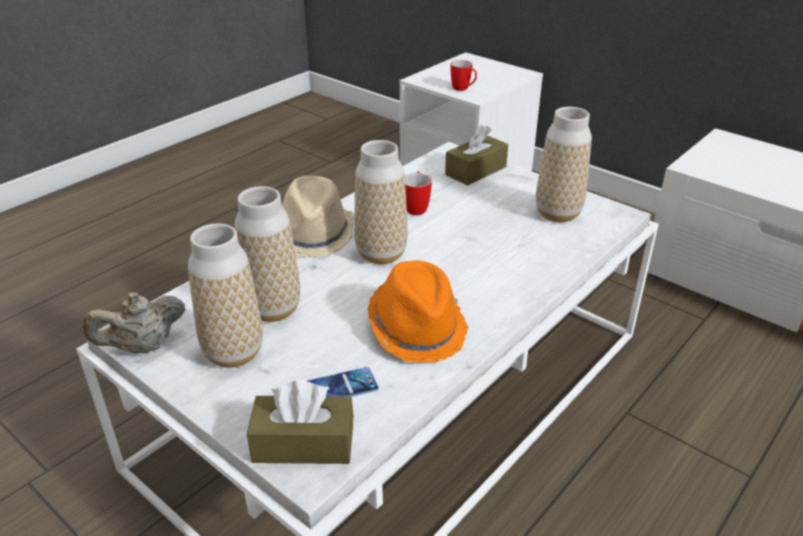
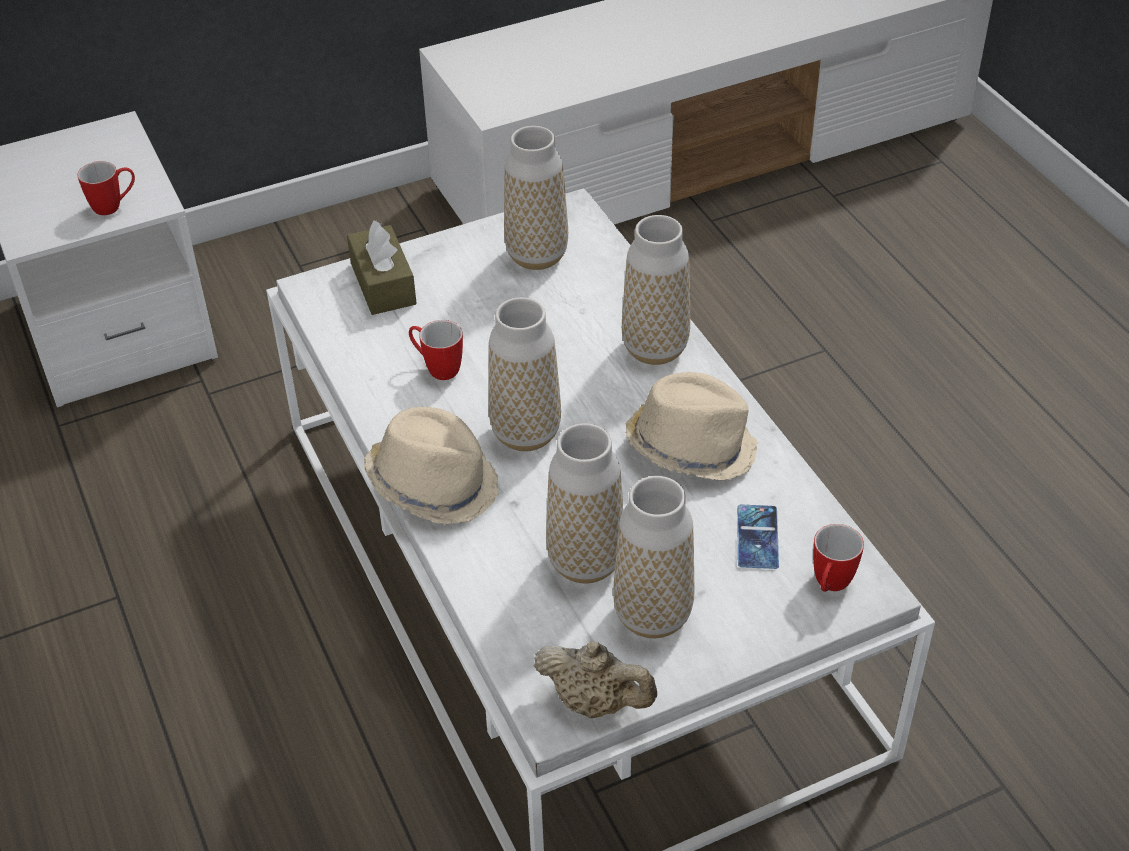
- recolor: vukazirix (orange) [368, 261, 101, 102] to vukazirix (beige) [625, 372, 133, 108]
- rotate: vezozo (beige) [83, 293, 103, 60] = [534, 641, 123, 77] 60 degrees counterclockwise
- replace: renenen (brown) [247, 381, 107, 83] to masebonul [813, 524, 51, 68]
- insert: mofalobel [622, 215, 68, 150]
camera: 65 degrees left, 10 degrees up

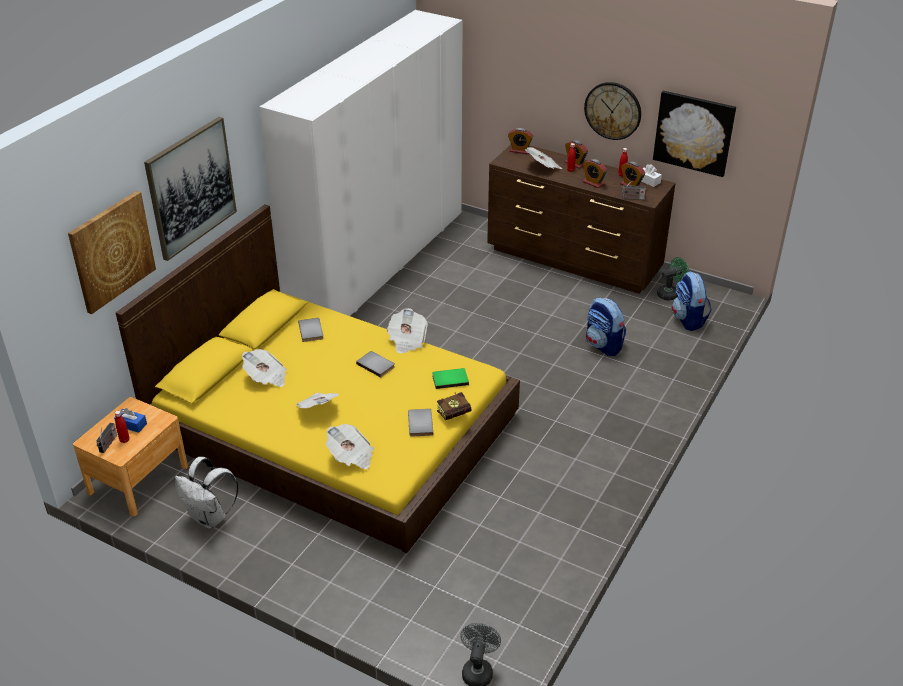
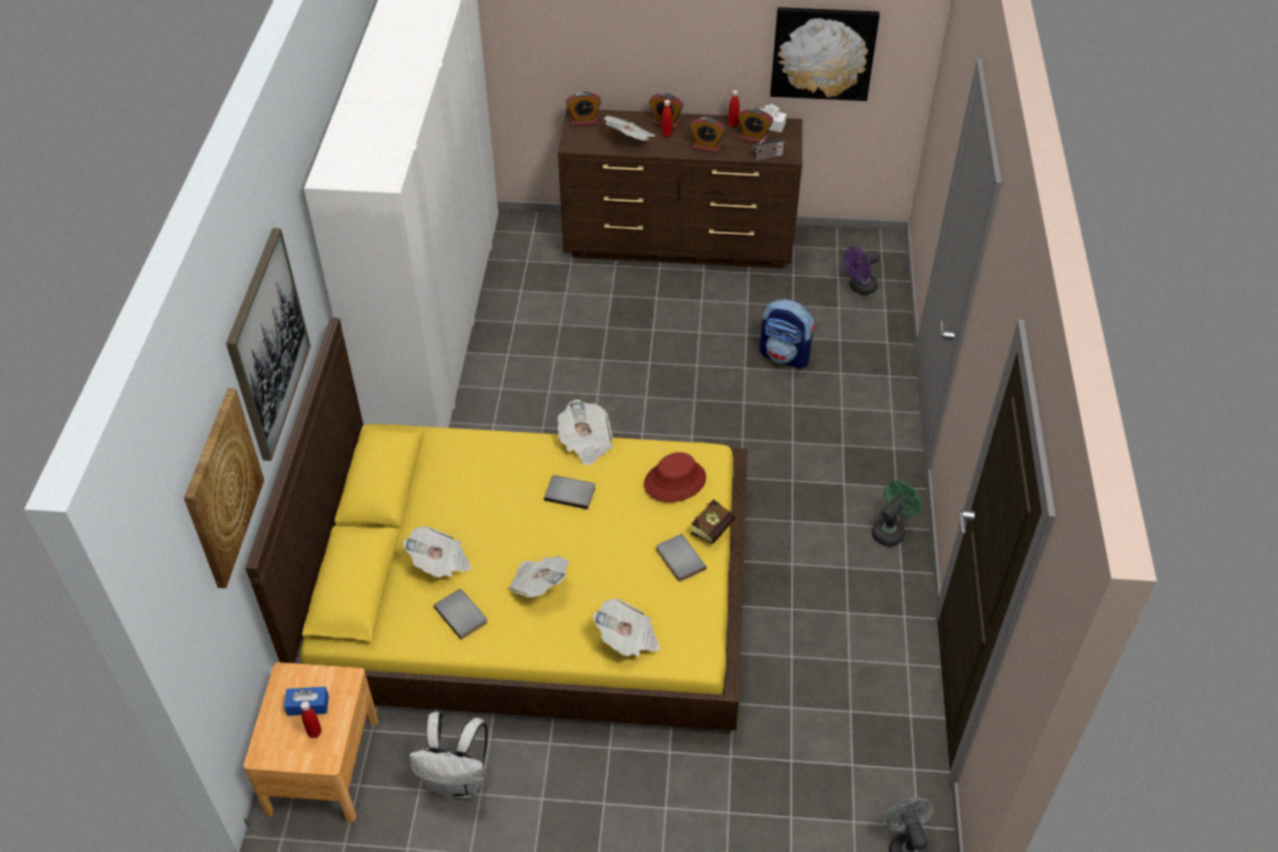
- delete: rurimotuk [584, 82, 57, 58]
- move: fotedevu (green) [657, 257, 32, 44] to [872, 480, 50, 67]
- replace: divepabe [672, 271, 40, 60] to fotedevu (purple) [844, 247, 35, 48]
- move: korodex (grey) [298, 318, 25, 24] to [434, 589, 53, 51]
- replace: korodex (green) [432, 368, 37, 21] to vukazirix (red) [644, 452, 62, 50]
- delete: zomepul [96, 423, 21, 30]
camera: 25 degrees left, 10 degrees up

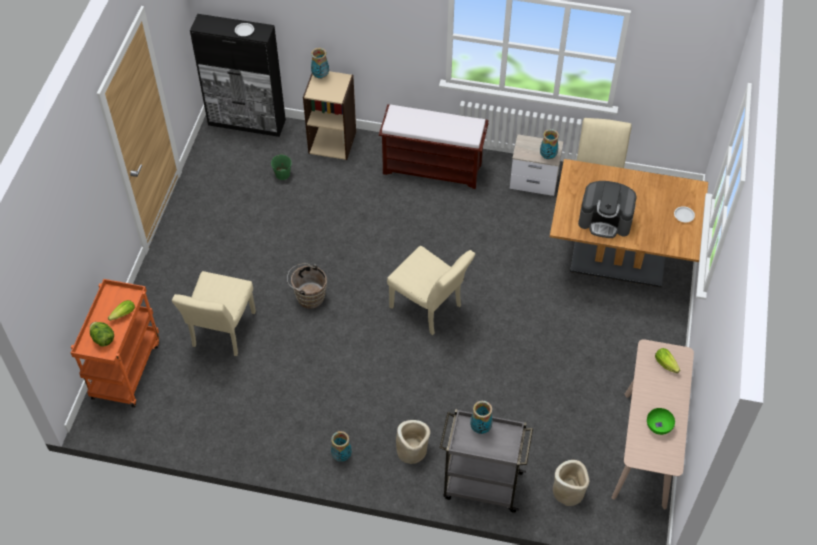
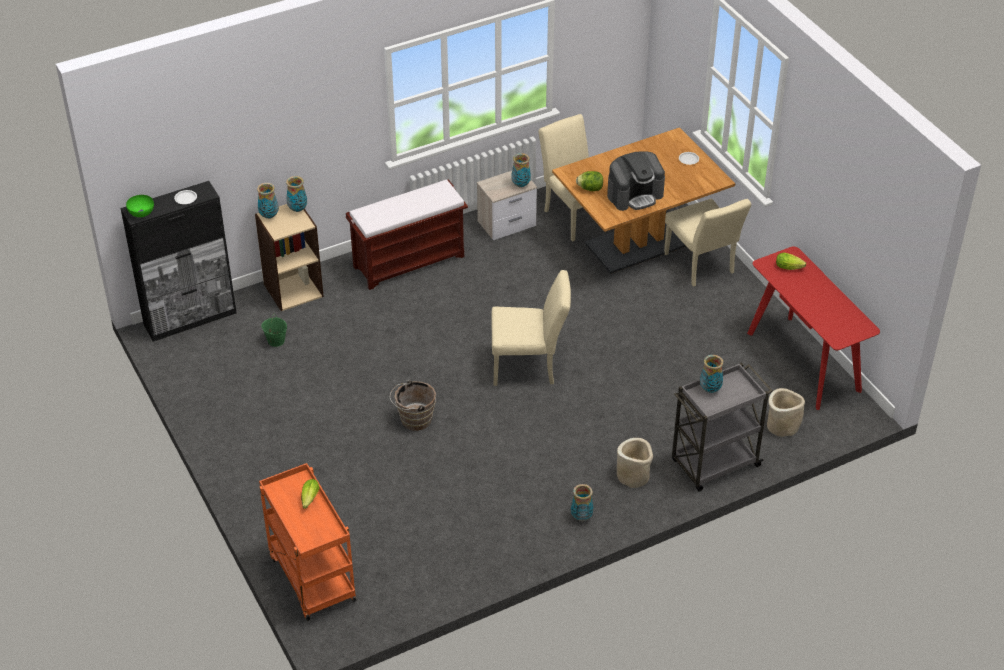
- move: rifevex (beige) [172, 271, 84, 85] to [664, 199, 87, 87]
- move: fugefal [90, 322, 24, 25] to [576, 171, 27, 20]
- recolor: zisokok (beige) [611, 339, 83, 171] to zisokok (red) [747, 246, 133, 164]
- move: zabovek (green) [647, 408, 28, 27] to [126, 195, 28, 22]
- insert: mofalobel [286, 176, 21, 36]
camera: 40 degrees left, 10 degrees down

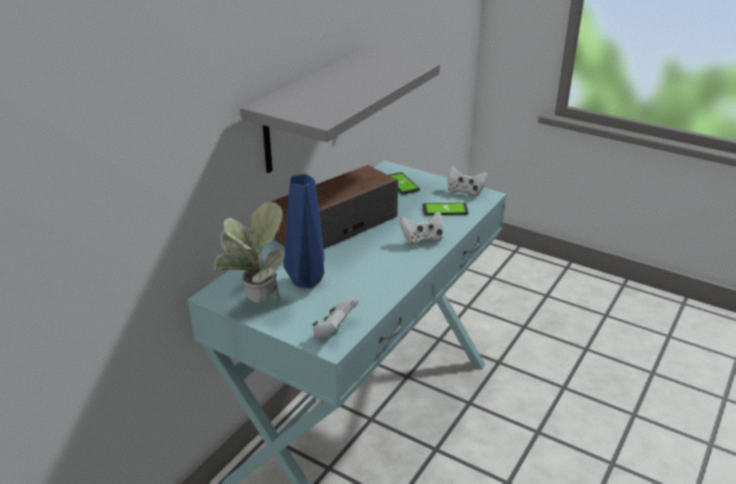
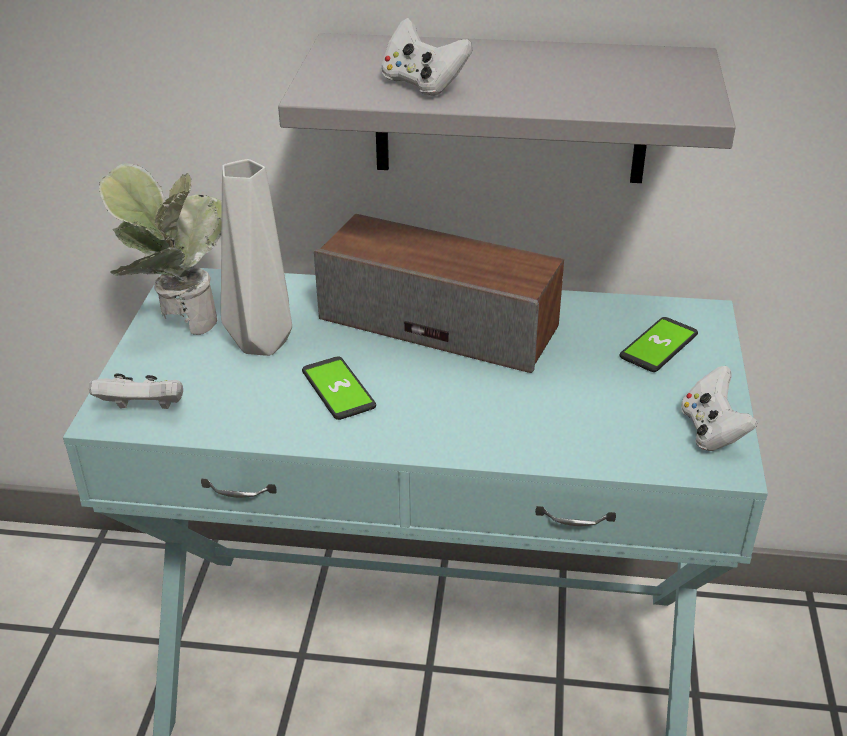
- recolor: mofalobel (blue) [284, 174, 40, 115] to mofalobel (grey) [221, 159, 71, 197]
- move: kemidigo [422, 203, 47, 12] to [302, 357, 74, 63]
- move: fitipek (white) [399, 211, 44, 35] to [382, 18, 91, 78]
camera: 65 degrees right, 5 degrees up

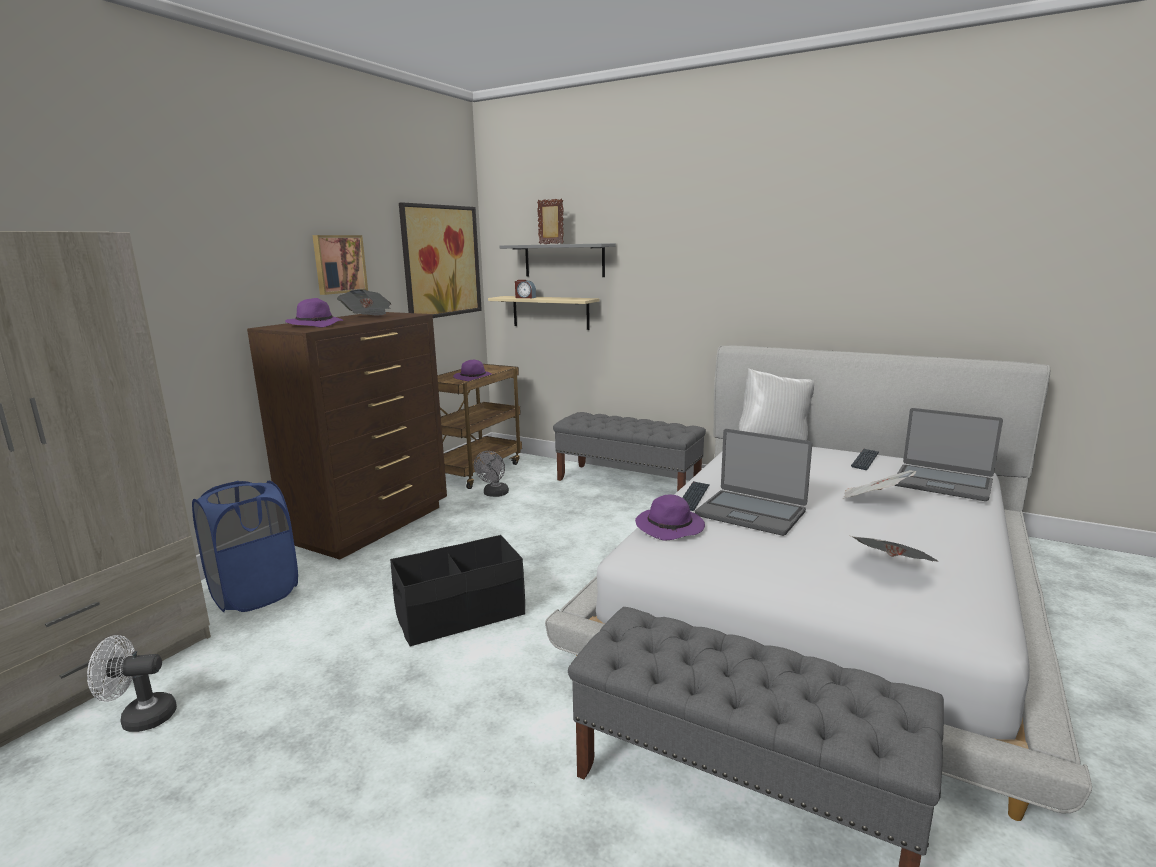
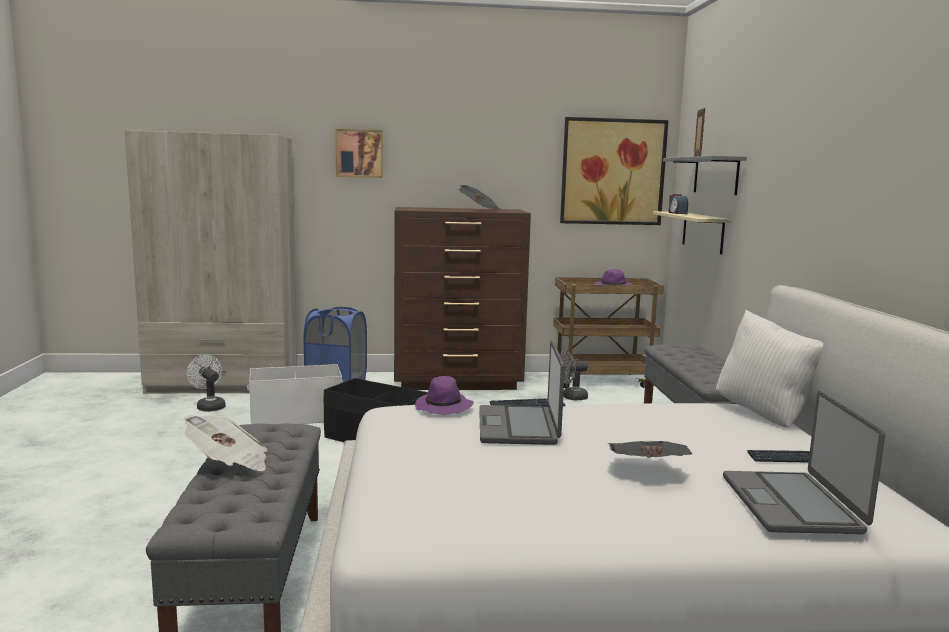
- move: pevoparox [312, 235, 56, 60] to [335, 129, 48, 49]
- delete: vukazirix (purple) [285, 298, 58, 30]
- move: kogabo [851, 536, 87, 26] to [184, 415, 83, 56]
- insert: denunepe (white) [247, 364, 96, 60]
camera: 55 degrees right, 5 degrees down

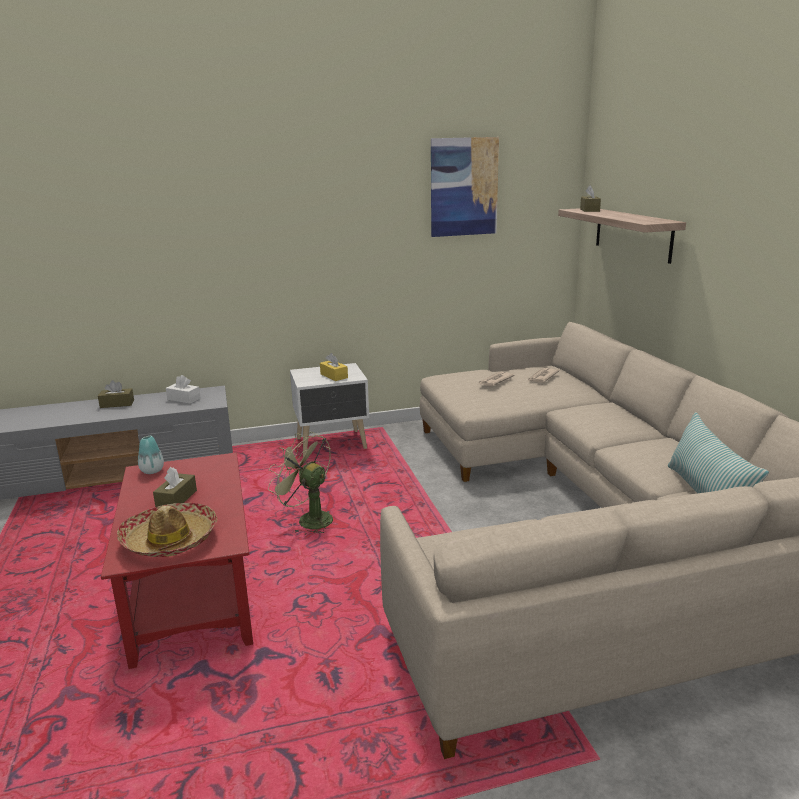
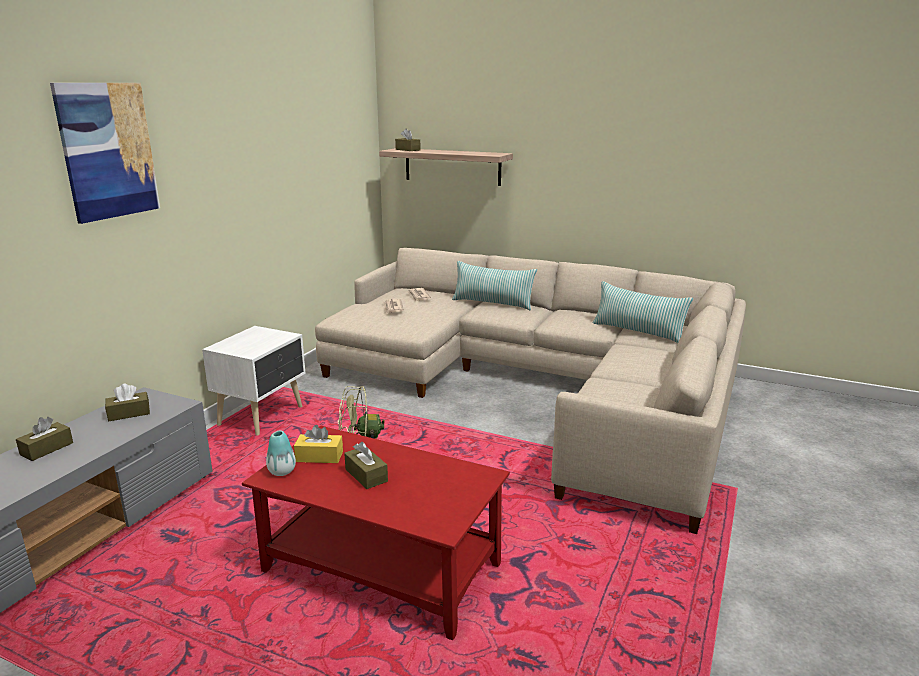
- move: pevoparox [431, 137, 68, 100] to [50, 83, 110, 141]
- move: renenen (yellow) [320, 353, 28, 28] to [294, 425, 49, 38]
- recolor: renenen (white) [166, 375, 35, 29] to renenen (brown) [105, 384, 45, 37]
- delete: vukazirix [117, 503, 101, 54]
- insert: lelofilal [452, 261, 85, 49]
camera: 50 degrees left, 0 degrees up

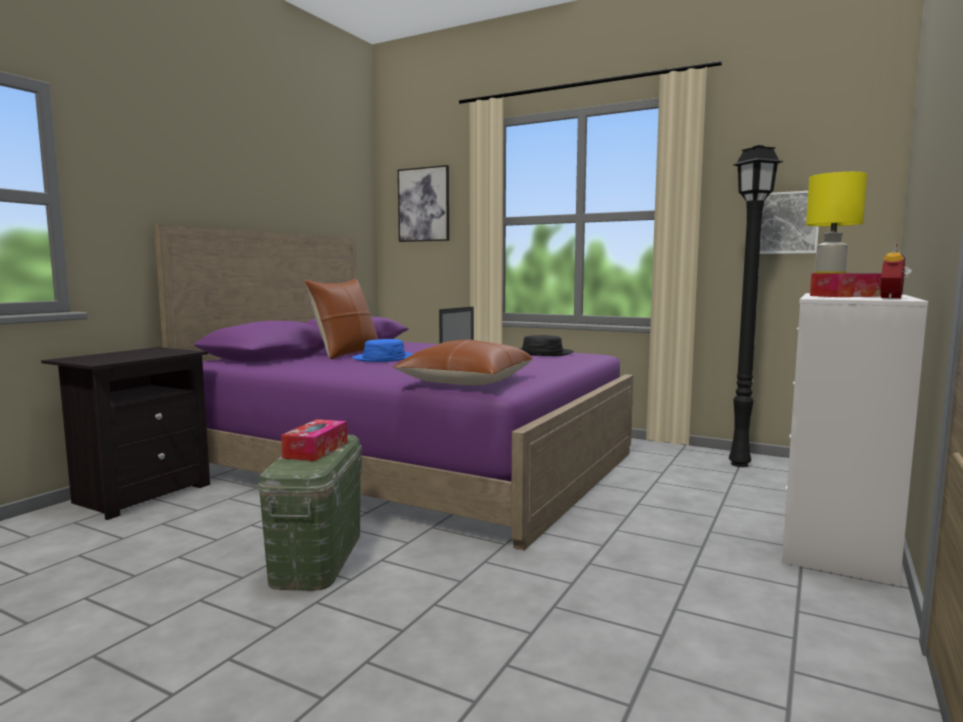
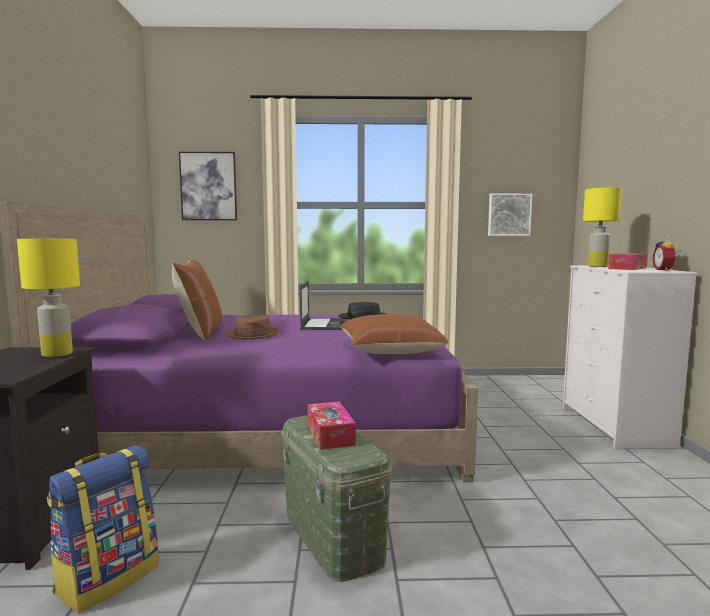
- delete: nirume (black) [729, 145, 54, 322]
- recolor: vukazirix (blue) [352, 339, 62, 23] to vukazirix (brown) [225, 315, 55, 24]
- insert: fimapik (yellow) [17, 239, 63, 118]
- insert: divepabe [47, 446, 112, 167]
camera: 30 degrees left, 0 degrees up

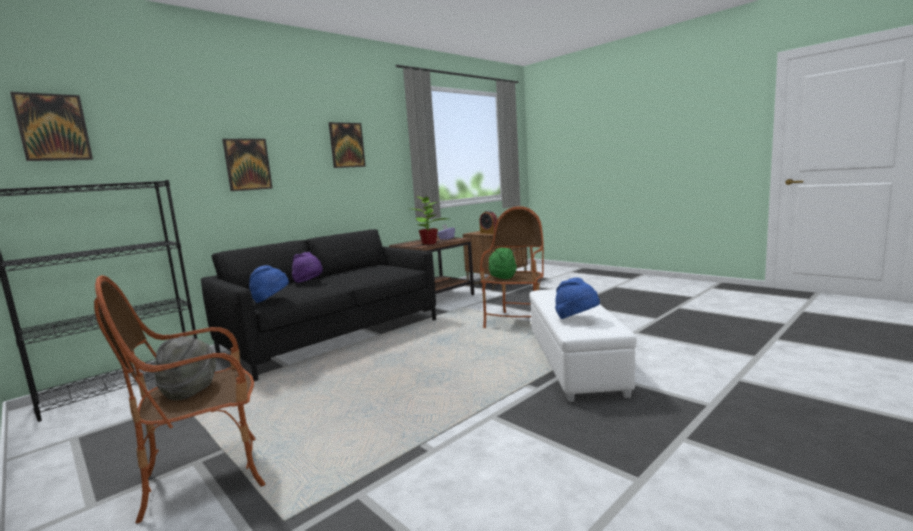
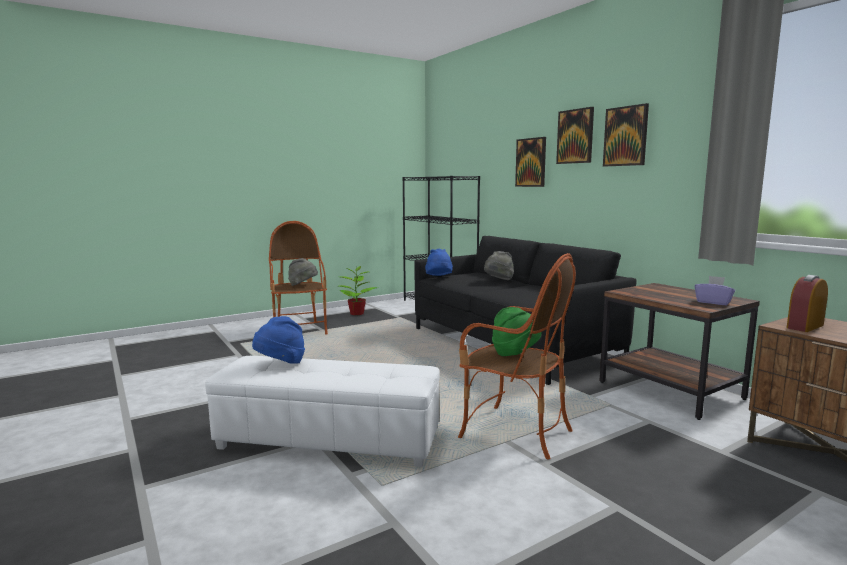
- move: pevoparox [10, 92, 83, 69] to [556, 107, 38, 57]
- move: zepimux [412, 197, 36, 48] to [339, 266, 39, 49]
- recolor: vukazirix (purple) [292, 252, 31, 31] to vukazirix (grey) [484, 251, 30, 29]
camera: 100 degrees right, 0 degrees up

